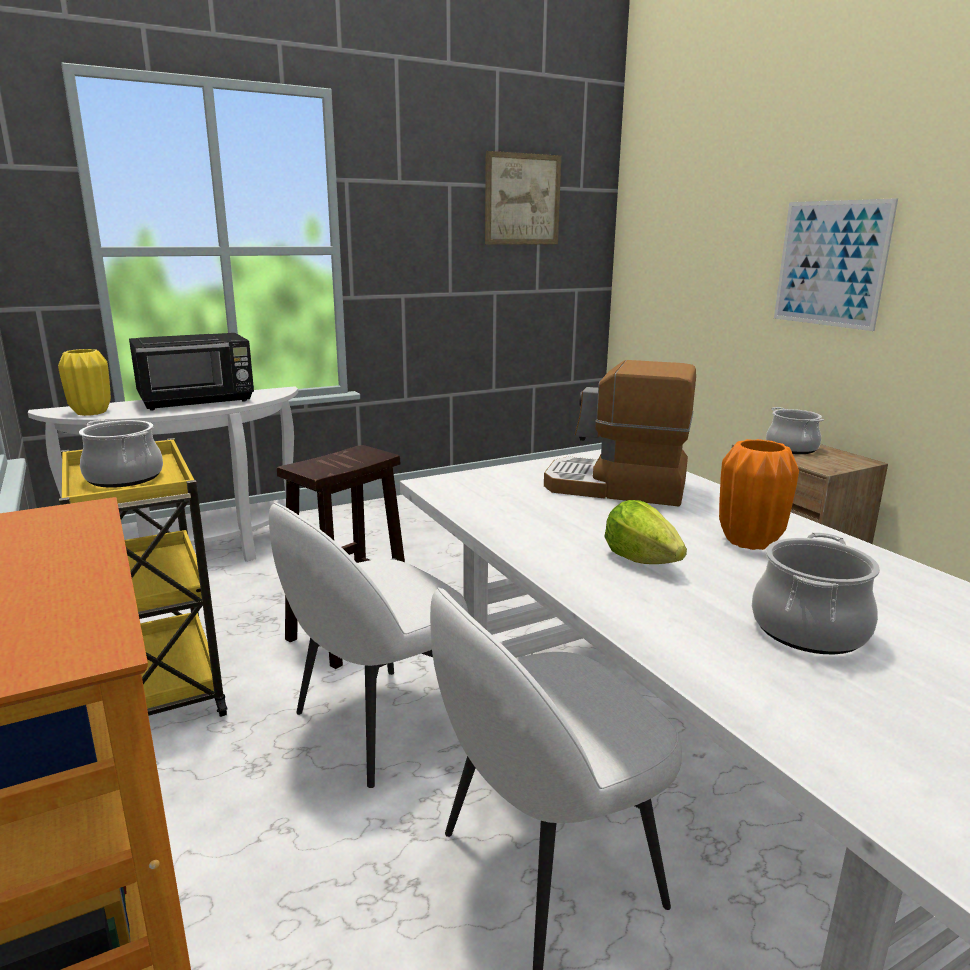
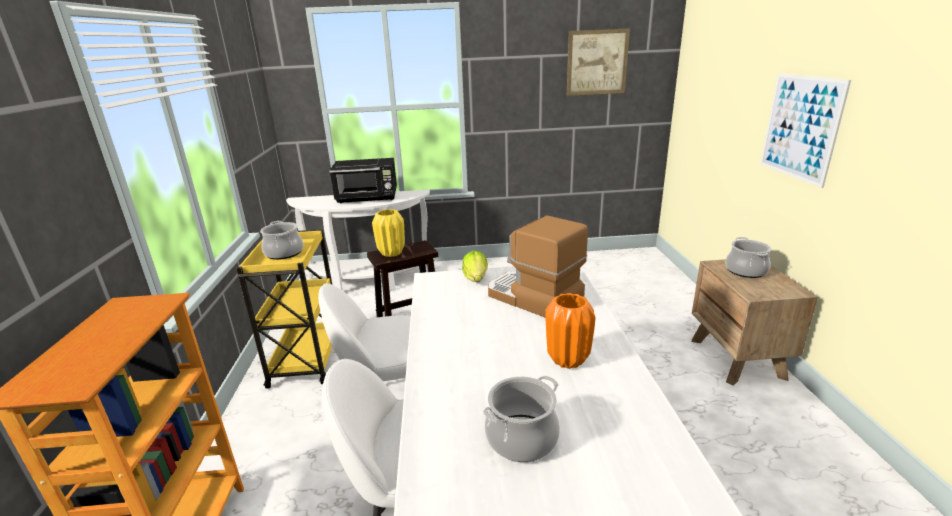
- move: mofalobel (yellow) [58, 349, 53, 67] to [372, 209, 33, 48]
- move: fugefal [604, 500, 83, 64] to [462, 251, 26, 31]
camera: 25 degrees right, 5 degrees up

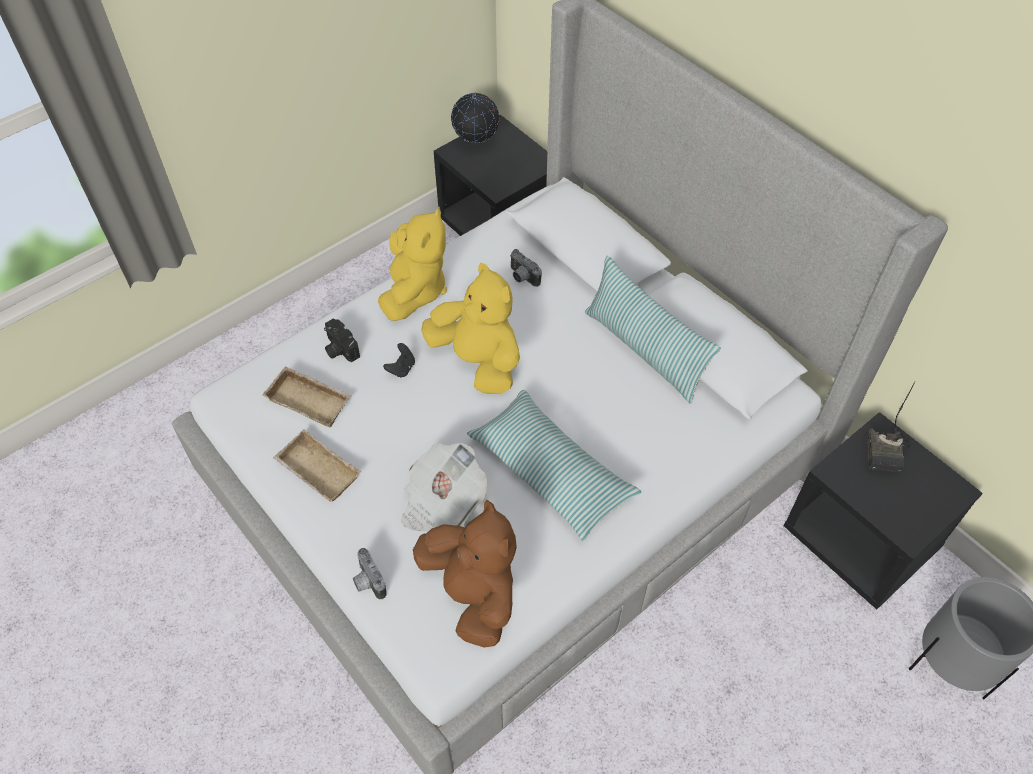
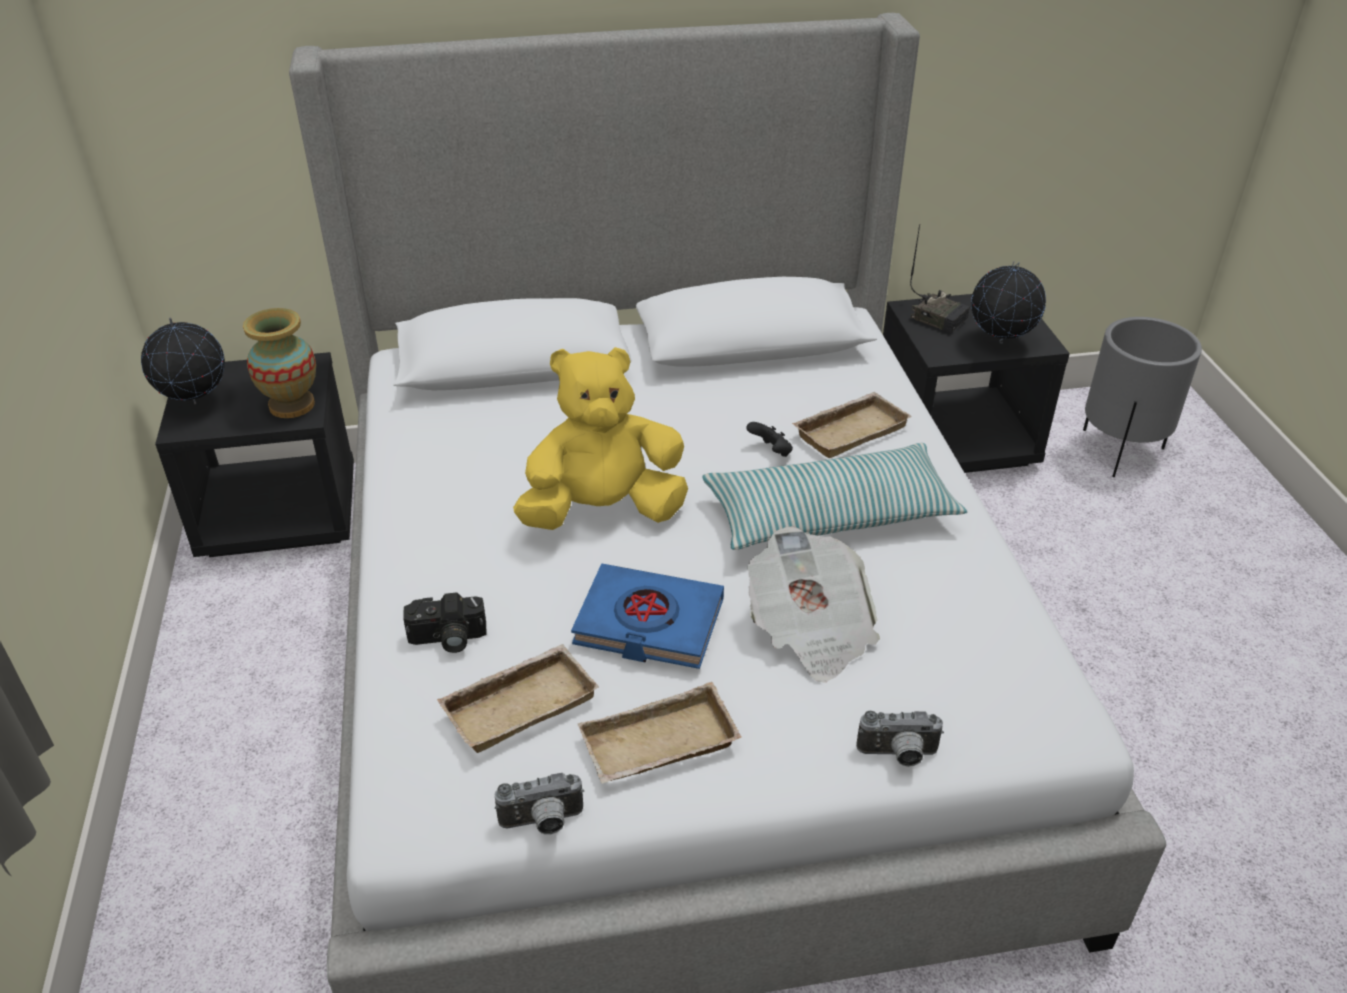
- delete: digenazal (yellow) [378, 207, 69, 114]
- move: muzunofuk [510, 249, 32, 38] to [495, 773, 89, 62]
- delete: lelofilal [585, 256, 136, 148]
- move: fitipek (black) [383, 343, 32, 35] to [746, 422, 47, 35]
- delete: digenazal (brown) [413, 500, 104, 148]
- insert: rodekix [971, 262, 75, 81]
- insert: mofalobel [243, 308, 73, 110]
- insert: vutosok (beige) [792, 392, 120, 66]
- insert: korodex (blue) [571, 564, 153, 105]
camera: 60 degrees left, 15 degrees down

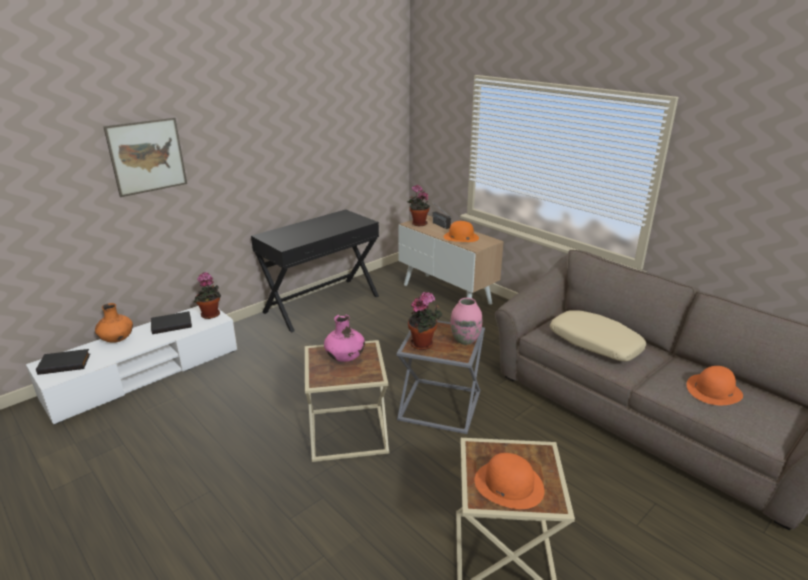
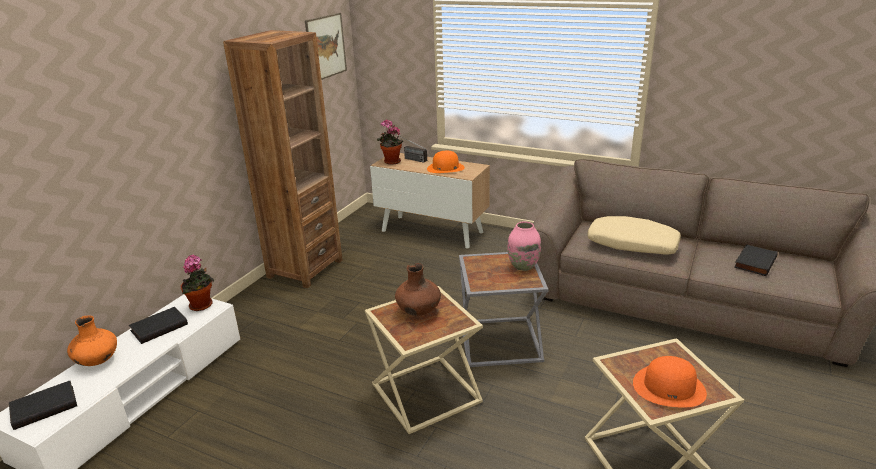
- move: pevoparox [103, 117, 84, 80] to [305, 13, 42, 67]
- replace: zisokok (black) [251, 209, 128, 123] to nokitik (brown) [223, 30, 119, 258]
- delete: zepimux [408, 292, 34, 58]
- recolor: mofalobel (pink) [324, 314, 41, 48] to mofalobel (brown) [395, 263, 46, 53]
- replace: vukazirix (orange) [687, 366, 56, 39] to korodex (black) [734, 244, 44, 32]
camera: 20 degrees left, 0 degrees up

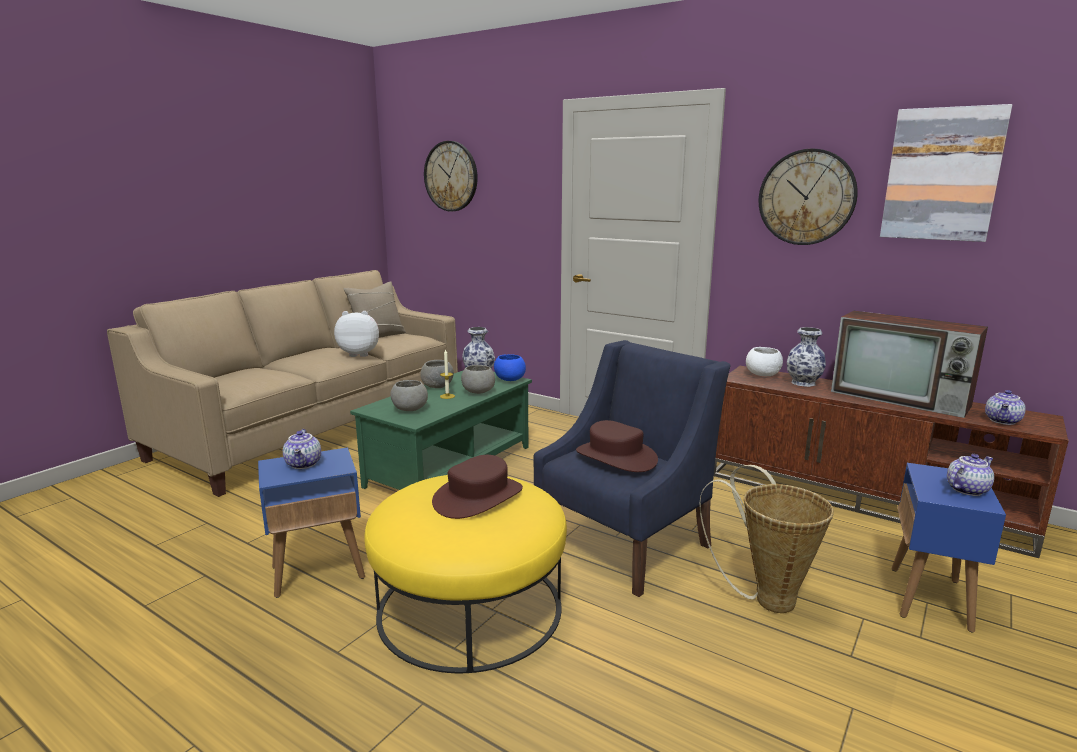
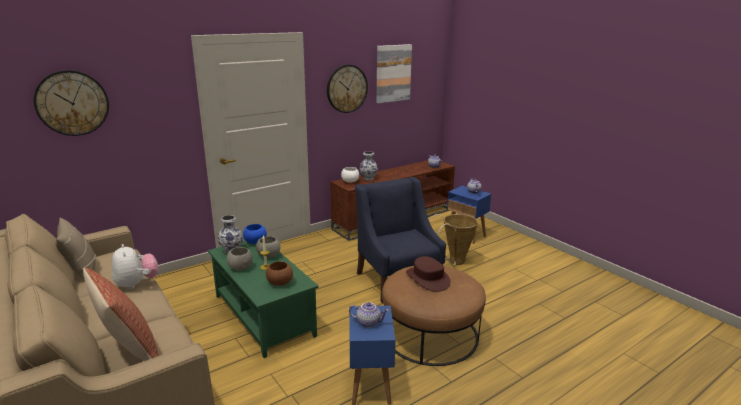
- rotate: digenazal [334, 311, 45, 46] = [112, 244, 46, 46] 135 degrees clockwise
- delete: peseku [831, 311, 157, 107]
- recolor: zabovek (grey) [391, 380, 37, 31] to zabovek (brown) [266, 261, 27, 25]
- delete: vukazirix (brown) [576, 420, 82, 52]
- recolor: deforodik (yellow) [364, 475, 203, 198] to deforodik (brown) [382, 266, 104, 100]
- insert: lelofilal [83, 267, 76, 94]
camera: 70 degrees left, 5 degrees up

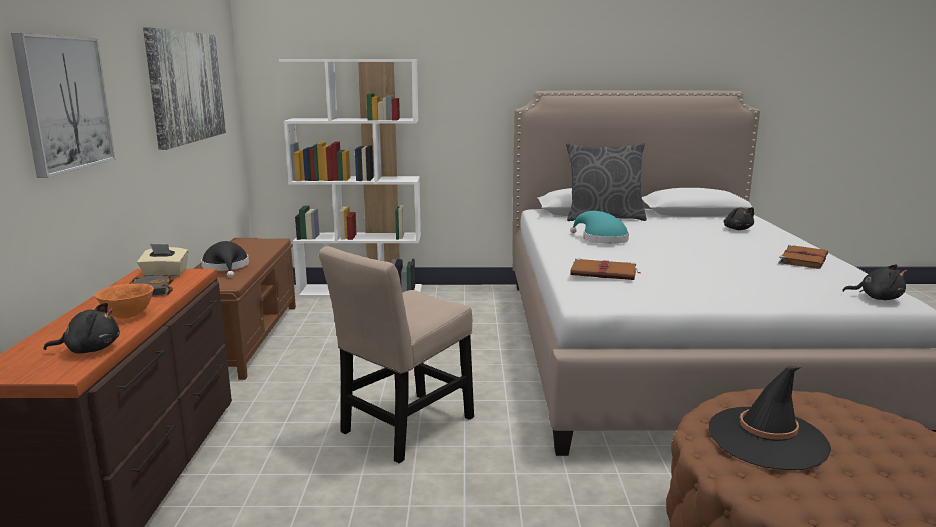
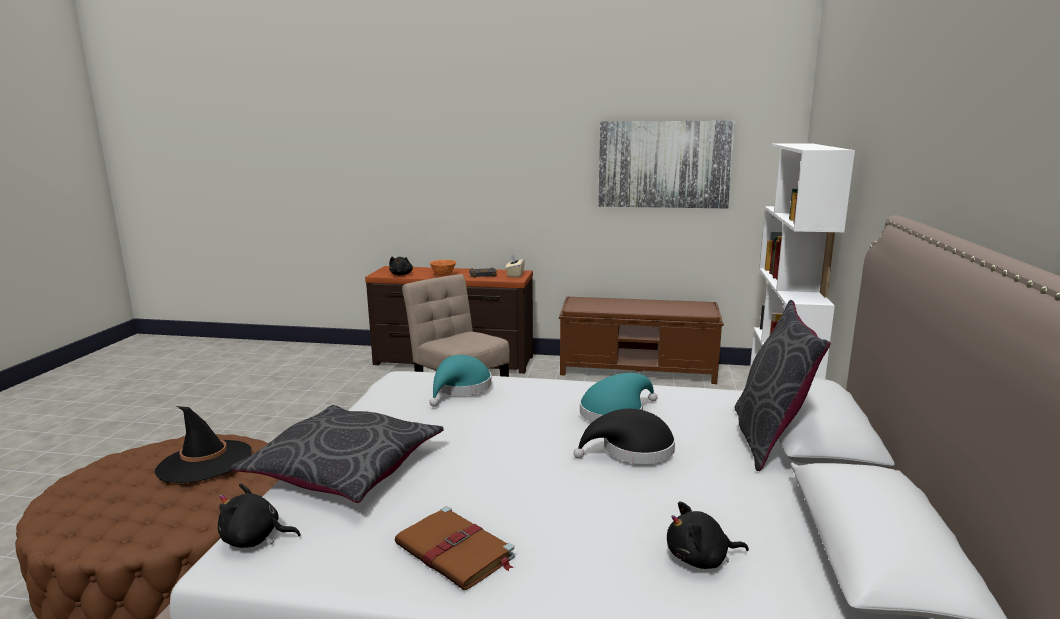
- delete: pevoparox [11, 33, 104, 145]
- move: vukazirix (black) [201, 241, 48, 37] to [573, 409, 102, 55]
- replace: korodex (brown) [570, 258, 70, 22] to vukazirix (turquoise) [429, 355, 63, 52]
- rotate: digenazal (black) [842, 264, 65, 36] = [218, 483, 83, 65] 60 degrees clockwise
- insert: lelofilal (grey) [230, 405, 214, 98]
camera: 100 degrees right, 0 degrees up

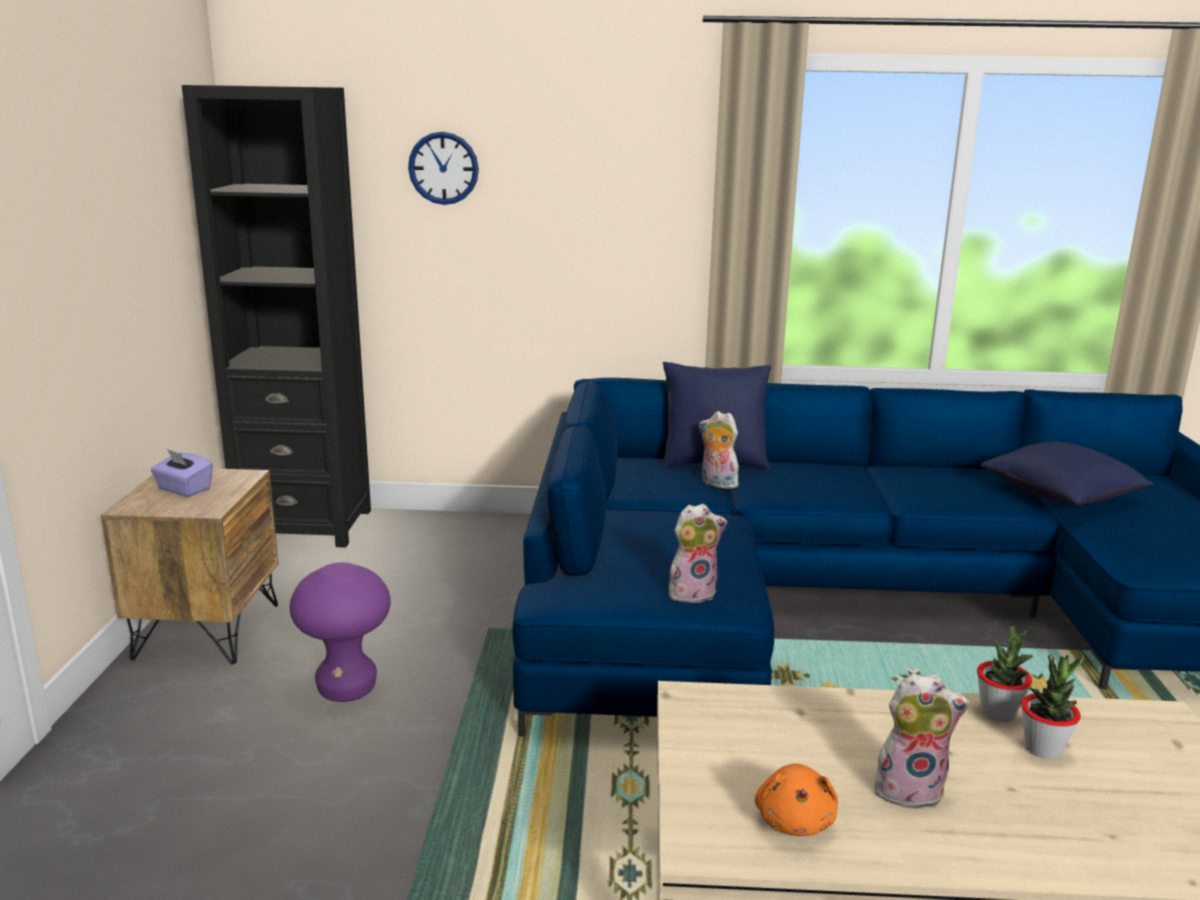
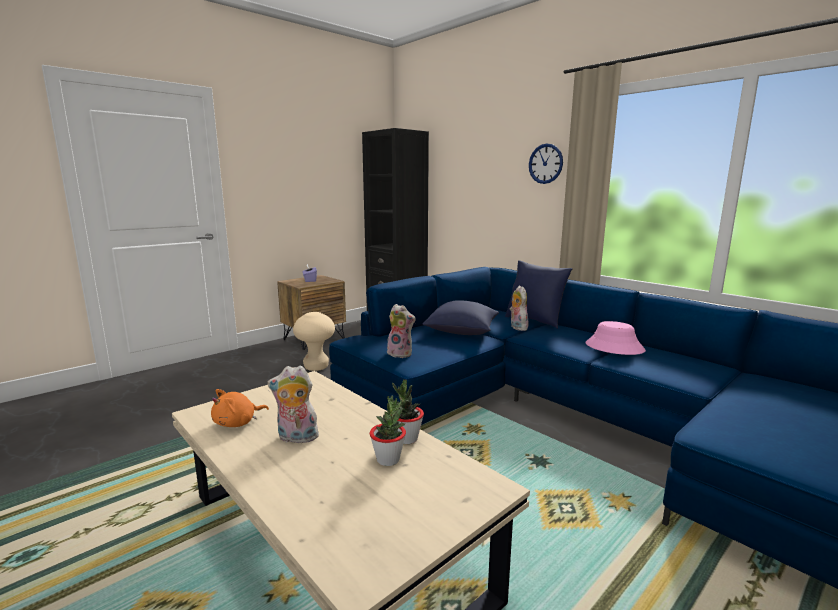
- move: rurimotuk [408, 132, 71, 73] to [529, 143, 34, 41]
- move: lelofilal (blue) [980, 441, 174, 65] to [423, 300, 76, 35]
- recolor: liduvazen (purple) [290, 562, 101, 140] to liduvazen (beige) [293, 312, 42, 59]
- rotate: digenazal [874, 673, 96, 136] = [268, 366, 51, 77] 135 degrees clockwise
- insert: vukazirix (pink) [586, 321, 60, 34]
camera: 45 degrees right, 5 degrees down

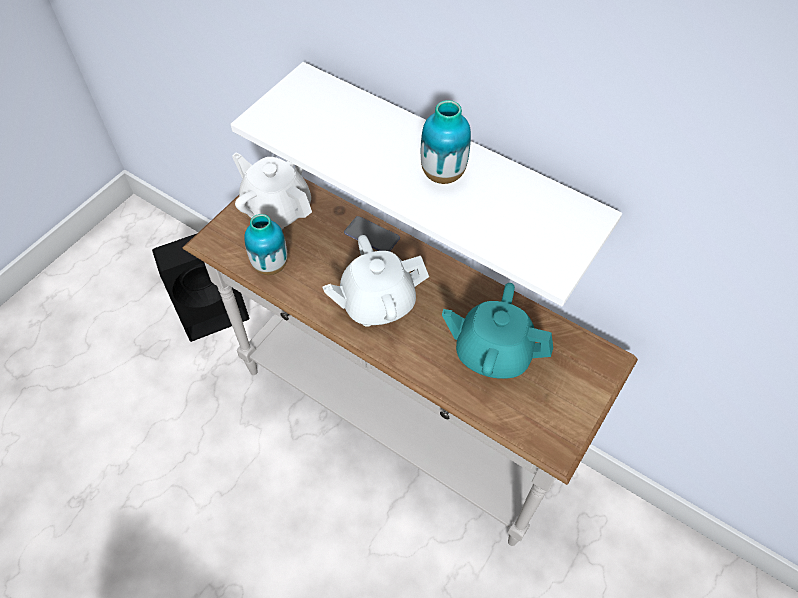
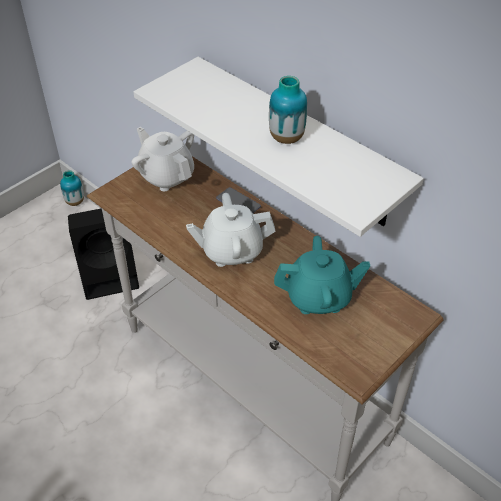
- move: mofalobel [244, 214, 43, 61] to [60, 170, 24, 36]
- rotate: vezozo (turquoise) [442, 283, 111, 96] = [274, 236, 96, 78] 150 degrees clockwise
camera: 10 degrees right, 10 degrees down

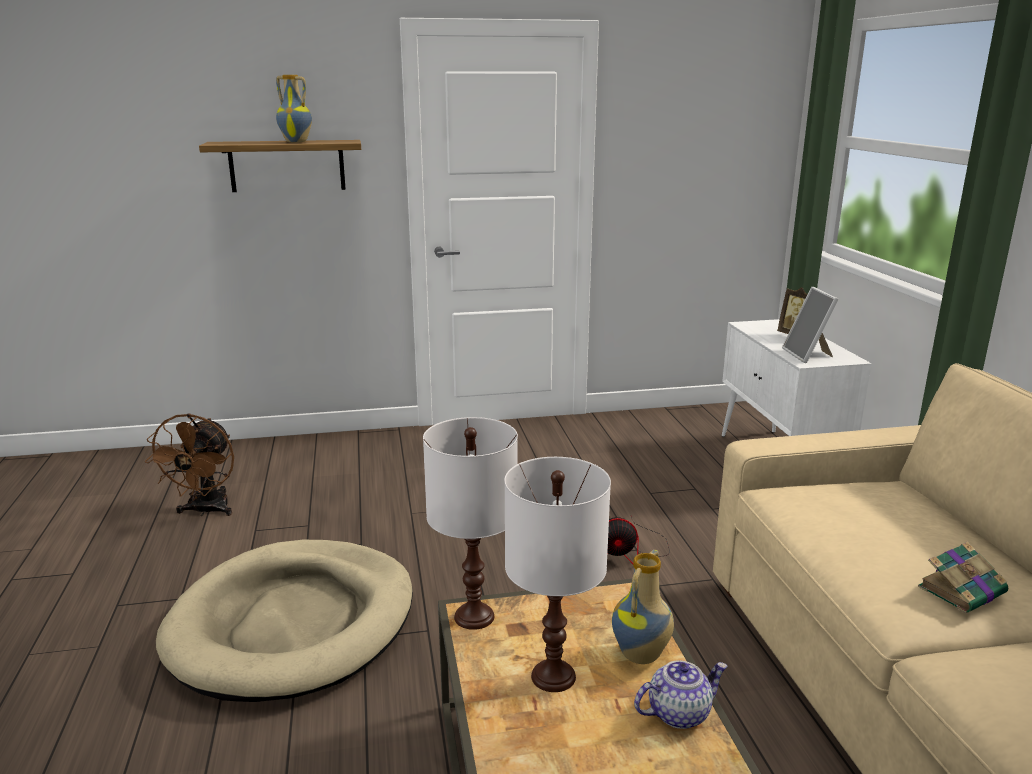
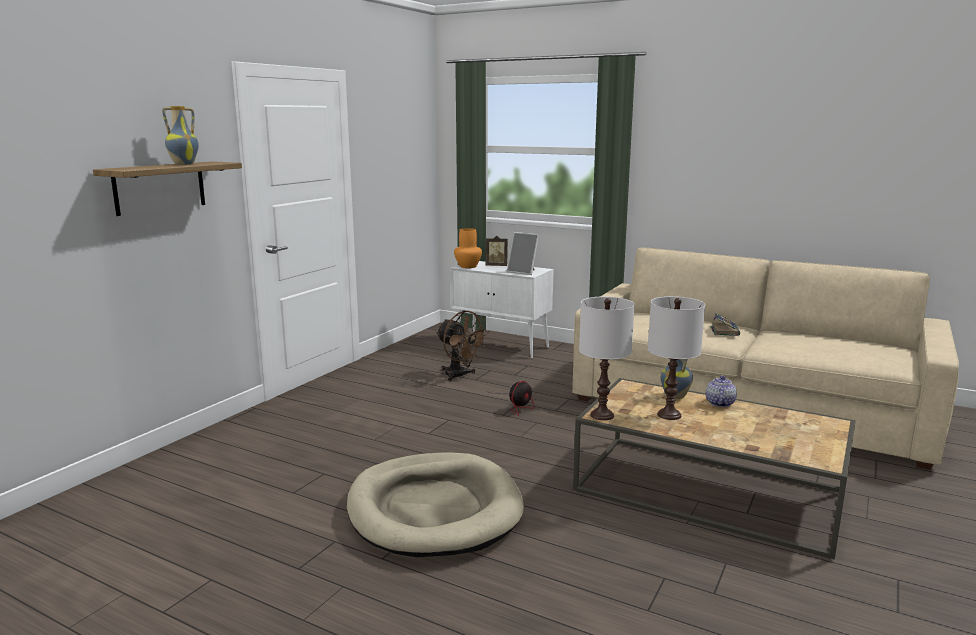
- move: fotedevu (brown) [145, 413, 89, 103] to [436, 310, 53, 71]
- insert: mofalobel (orange) [454, 228, 28, 40]
camera: 50 degrees left, 5 degrees down

